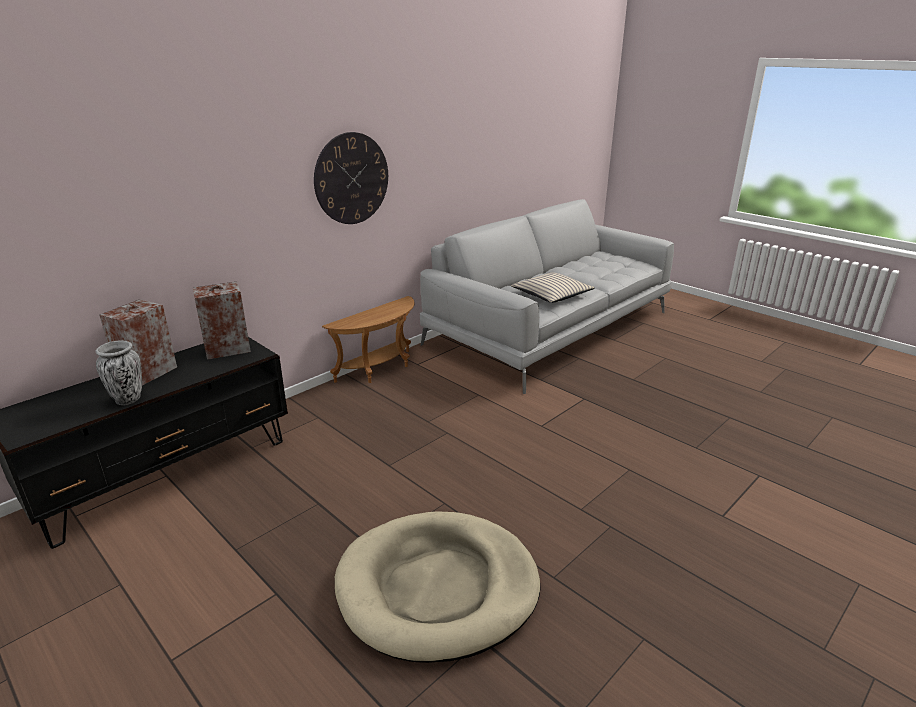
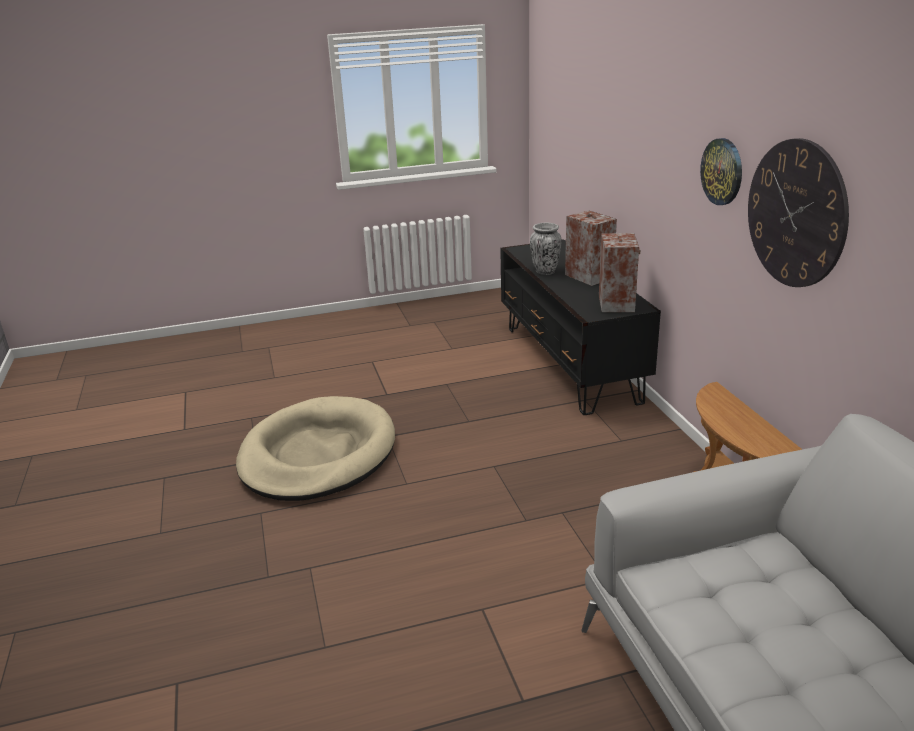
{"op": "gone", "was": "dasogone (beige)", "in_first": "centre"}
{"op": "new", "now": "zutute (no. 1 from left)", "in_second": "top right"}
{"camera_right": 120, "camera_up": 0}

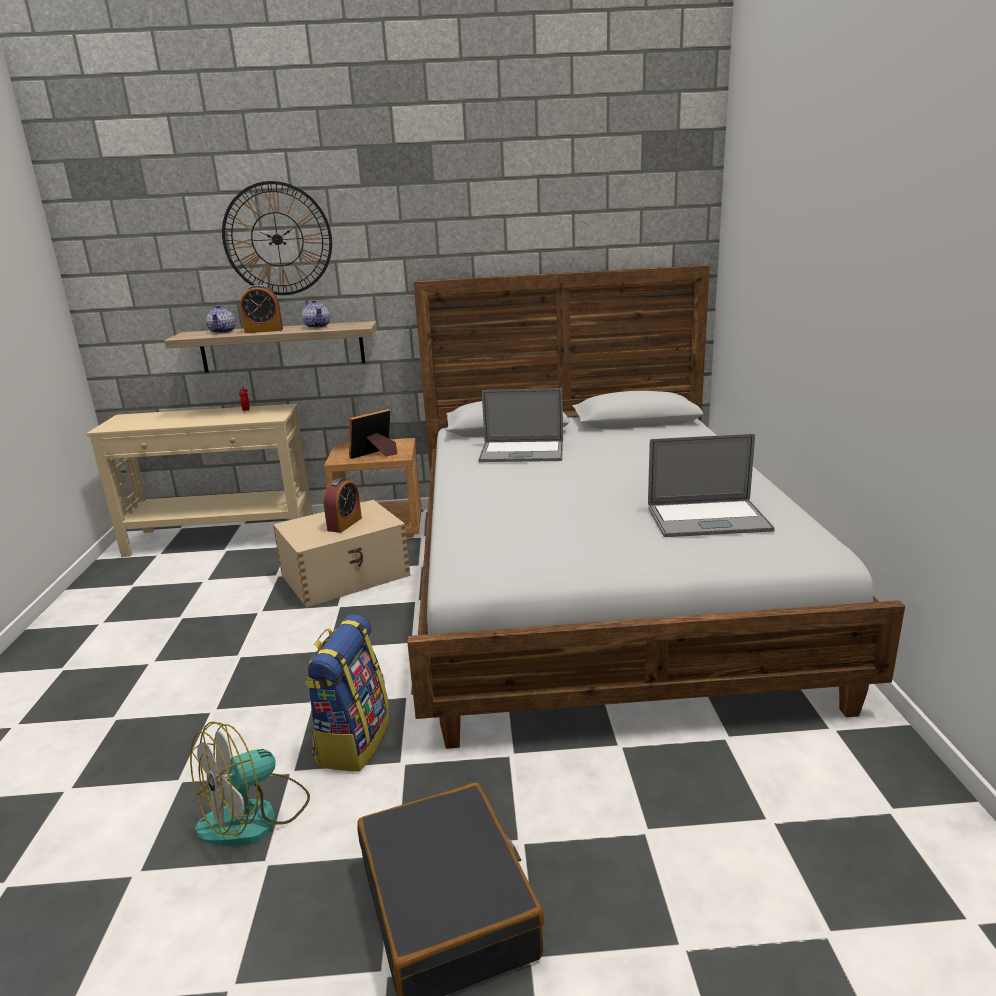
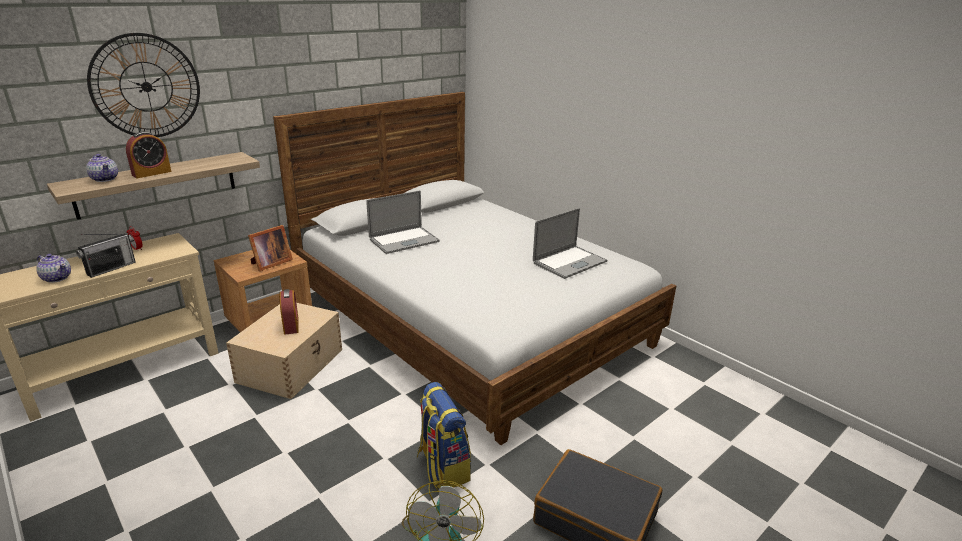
{"op": "shifted", "was": "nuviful (no. 2 from left in the first image)", "now": "nuviful (no. 1 from left)", "in_first": "top left", "in_second": "middle left"}
{"op": "rotated", "was": "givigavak", "in_first": "centre", "in_second": "middle left", "clockwise": -150}
{"op": "new", "now": "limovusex", "in_second": "middle left"}
{"camera_right": -40, "camera_up": 5}

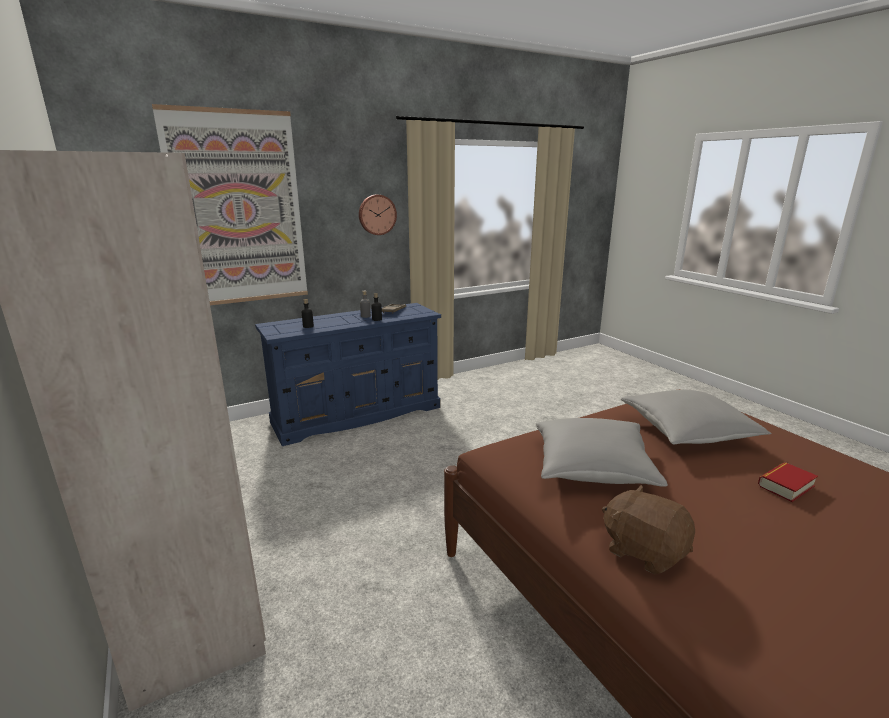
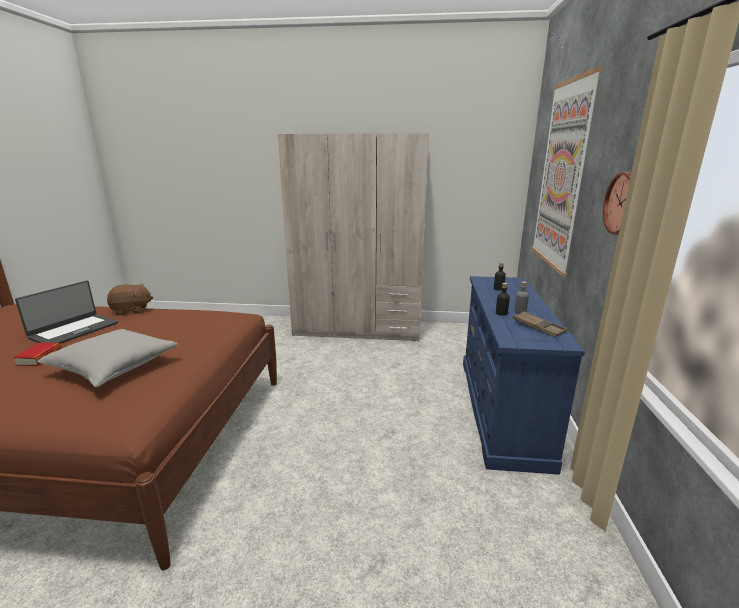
{"op": "gone", "was": "dasogone (grey) (no. 1 from left)", "in_first": "middle right"}
{"op": "new", "now": "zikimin", "in_second": "middle left"}
{"camera_right": 125, "camera_up": 0}

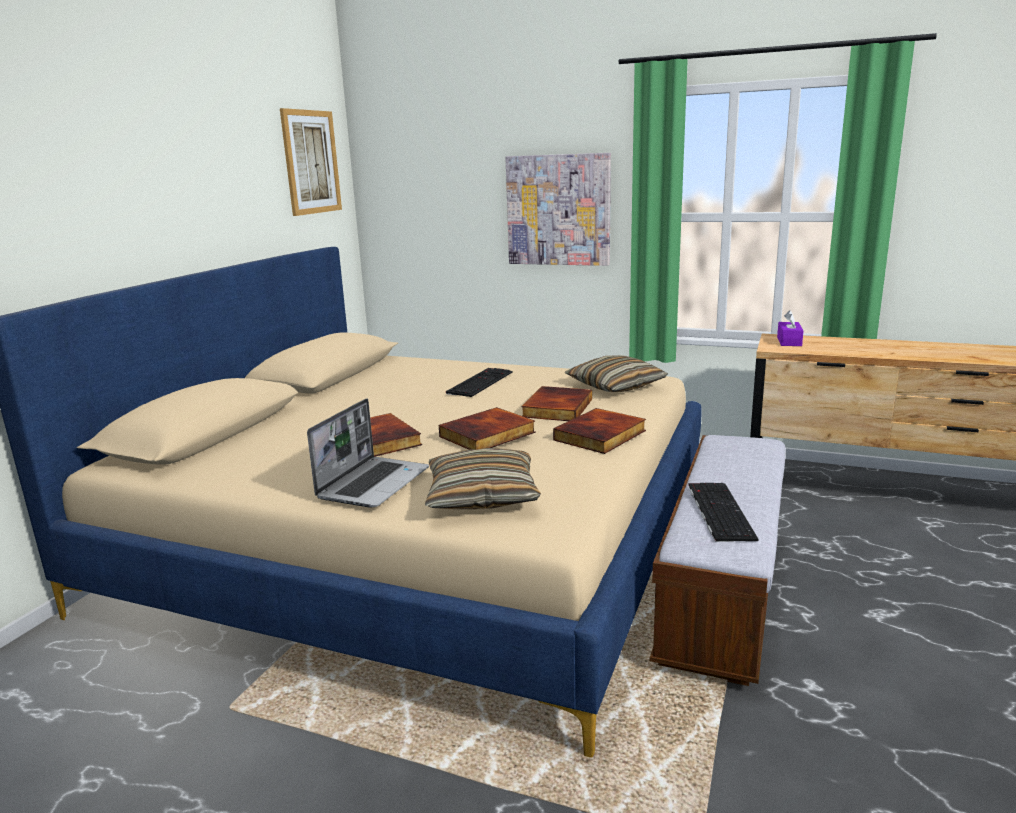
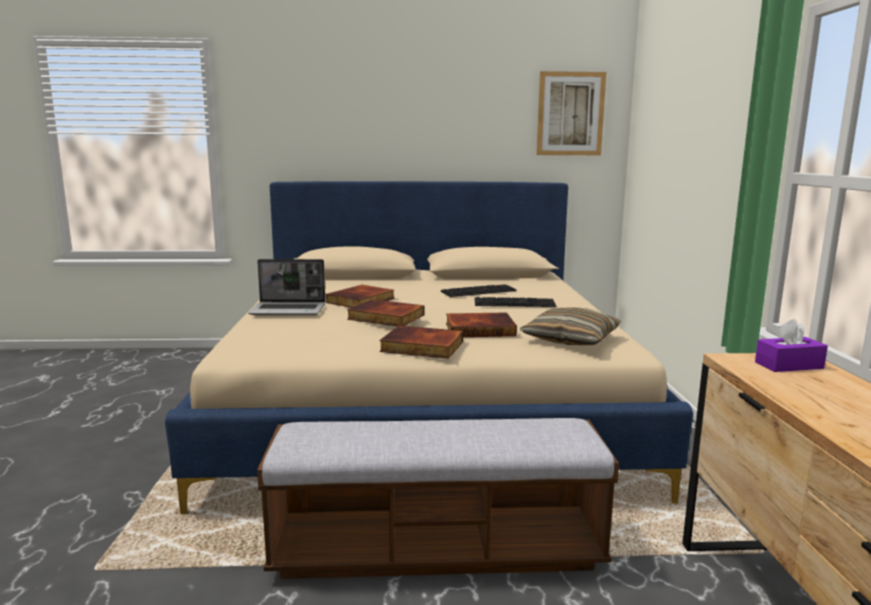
{"op": "gone", "was": "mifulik (no. 2 from left)", "in_first": "top centre"}
{"op": "gone", "was": "dasogone (no. 1 from left)", "in_first": "centre"}
{"op": "shifted", "was": "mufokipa (no. 2 from left in the first image)", "now": "mufokipa (no. 1 from left)", "in_first": "middle right", "in_second": "centre"}
{"camera_right": 65, "camera_up": -5}

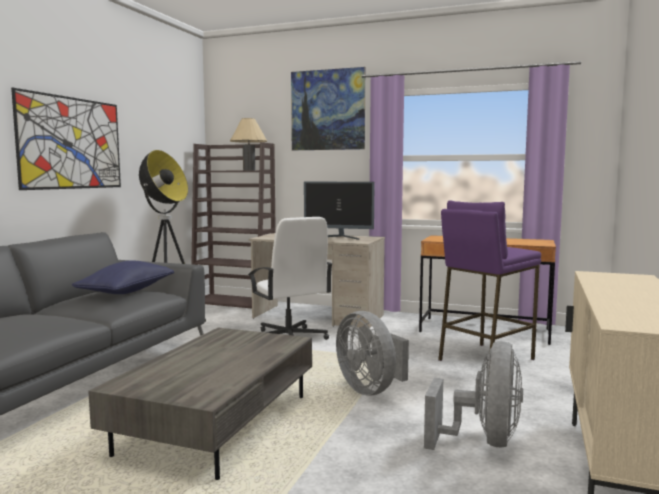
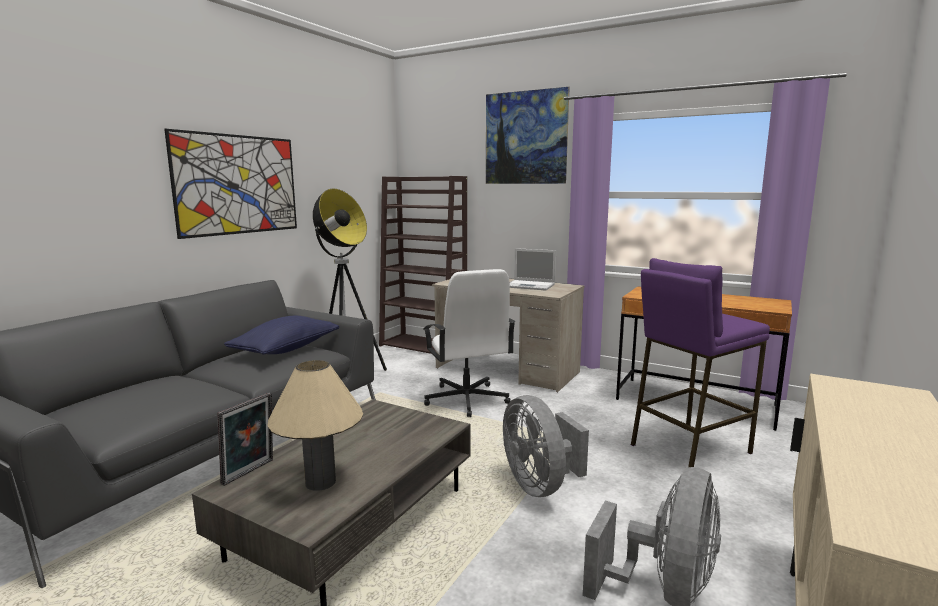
{"op": "shifted", "was": "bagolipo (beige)", "in_first": "top centre", "in_second": "bottom centre"}
{"op": "swapped", "was": "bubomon", "now": "zikimin", "in_first": "centre", "in_second": "centre"}
{"op": "new", "now": "givigavak", "in_second": "bottom left"}
{"camera_right": 10, "camera_up": 5}

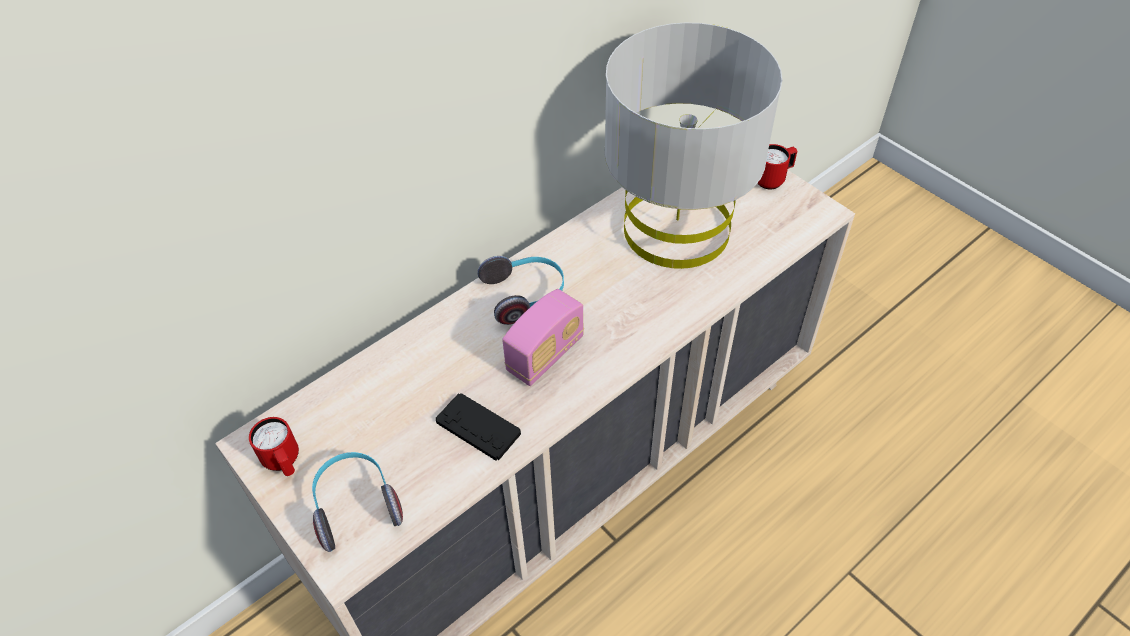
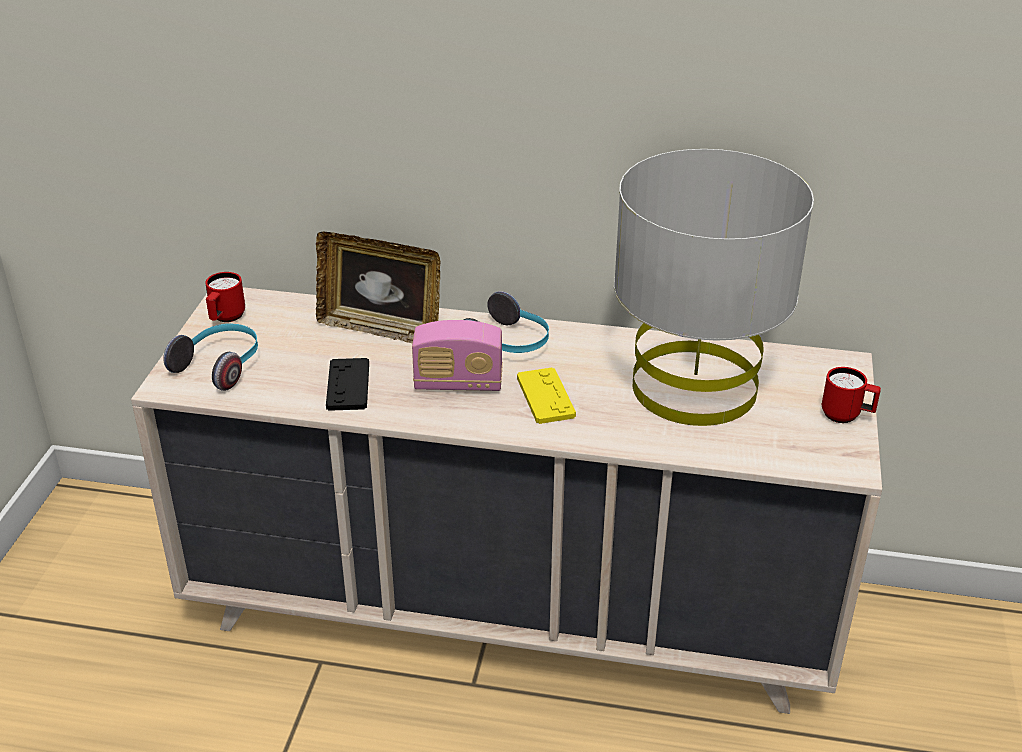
{"op": "new", "now": "givigavak", "in_second": "centre"}
{"op": "new", "now": "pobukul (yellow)", "in_second": "centre"}
{"camera_right": 50, "camera_up": -15}

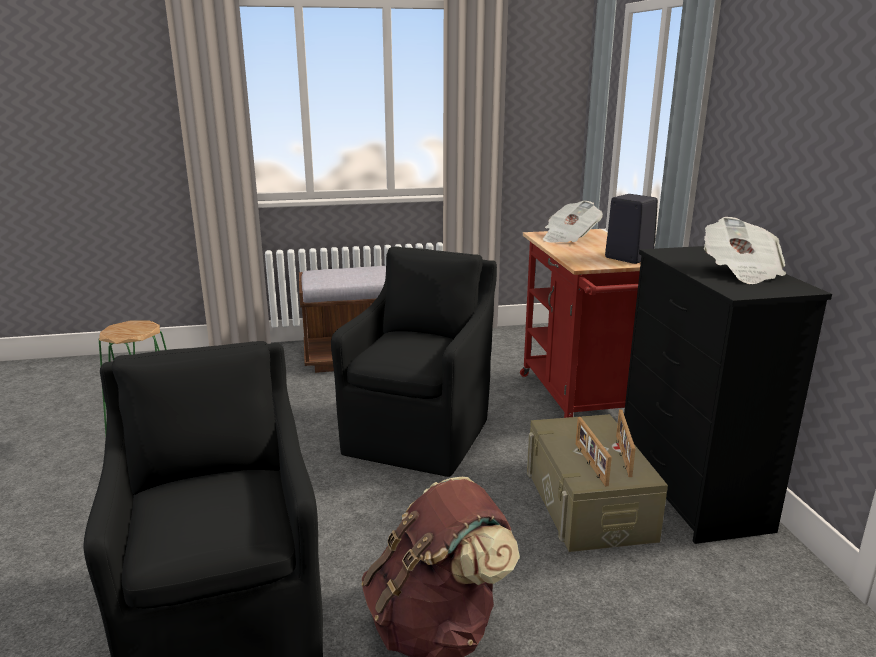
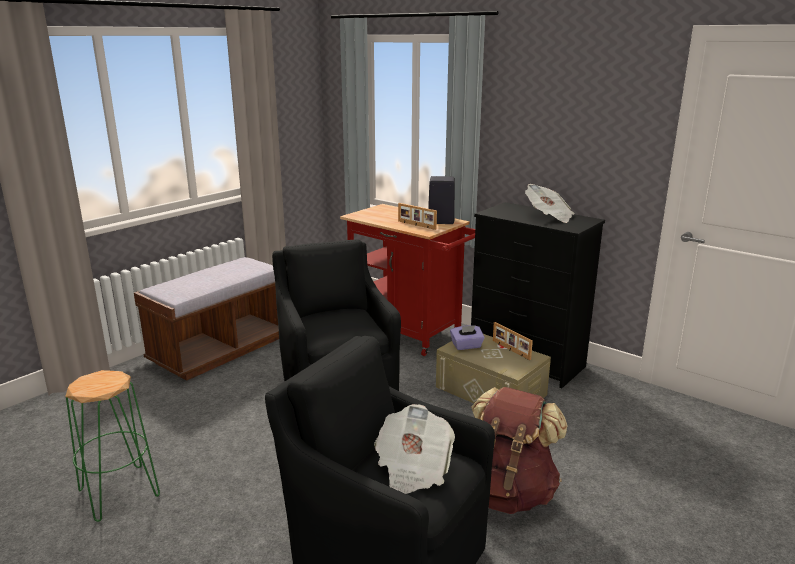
{"op": "shifted", "was": "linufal (no. 1 from left)", "in_first": "centre", "in_second": "bottom centre"}
{"op": "shifted", "was": "givigavak (no. 1 from left)", "in_first": "bottom right", "in_second": "centre"}
{"op": "new", "now": "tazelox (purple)", "in_second": "centre"}
{"camera_right": -40, "camera_up": 0}

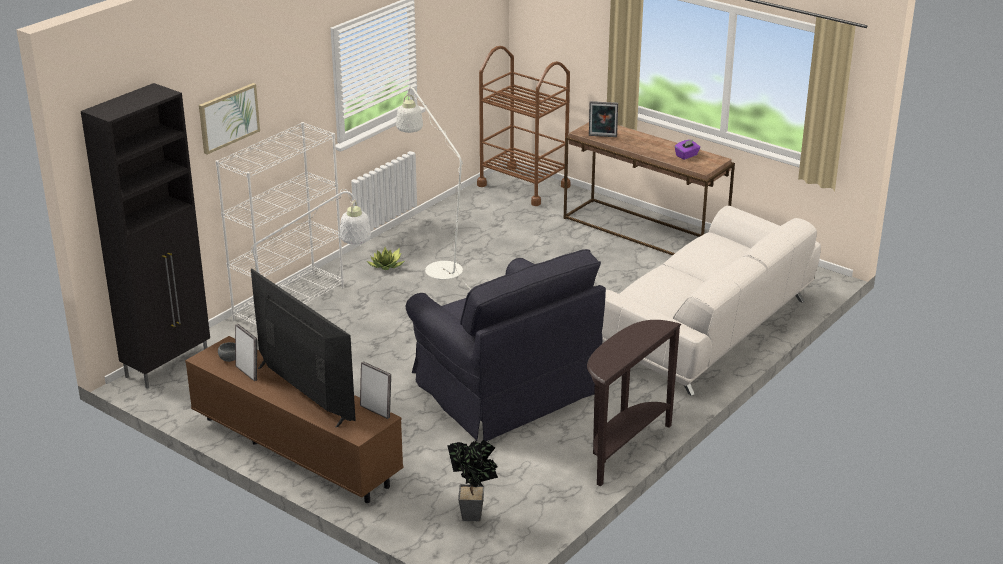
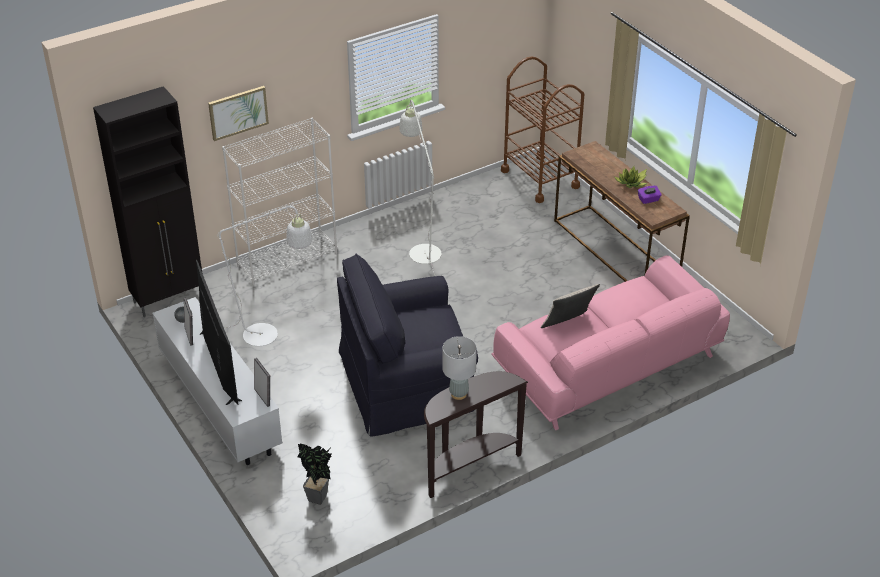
{"op": "gone", "was": "givigavak (no. 3 from left)", "in_first": "top centre"}
{"op": "repainted", "was": "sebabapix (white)", "now": "sebabapix (pink)", "in_first": "middle right", "in_second": "middle right"}
{"op": "shifted", "was": "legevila (no. 1 from left in the first image)", "now": "legevila (no. 2 from left)", "in_first": "centre", "in_second": "top right"}
{"op": "rotated", "was": "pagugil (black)", "in_first": "centre", "in_second": "centre", "clockwise": 90}
{"op": "repainted", "was": "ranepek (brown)", "now": "ranepek (white)", "in_first": "bottom left", "in_second": "middle left"}
{"op": "new", "now": "dasogone (beige)", "in_second": "centre"}
{"op": "new", "now": "bagolipo (grey)", "in_second": "centre"}
{"camera_right": 20, "camera_up": 10}

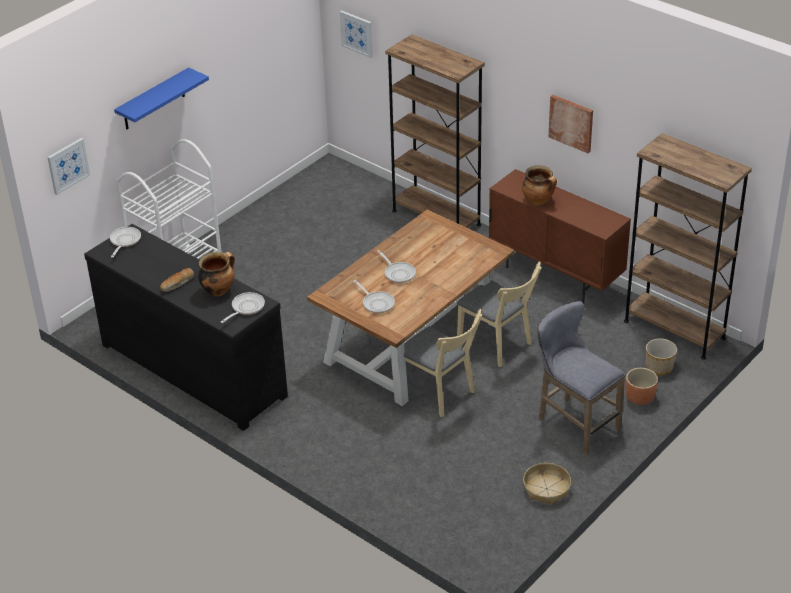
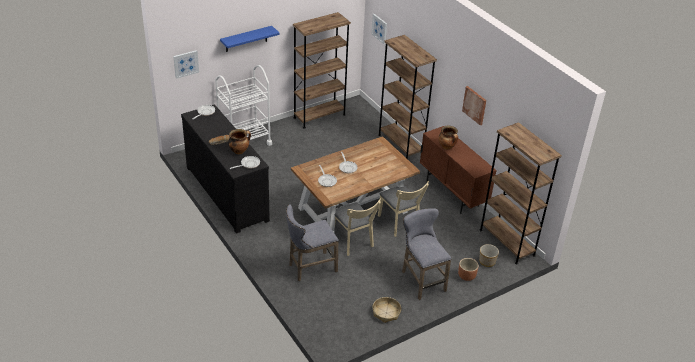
{"op": "new", "now": "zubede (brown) (no. 1 from left)", "in_second": "top centre"}
{"op": "new", "now": "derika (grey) (no. 1 from left)", "in_second": "bottom centre"}
{"camera_right": 15, "camera_up": 0}

